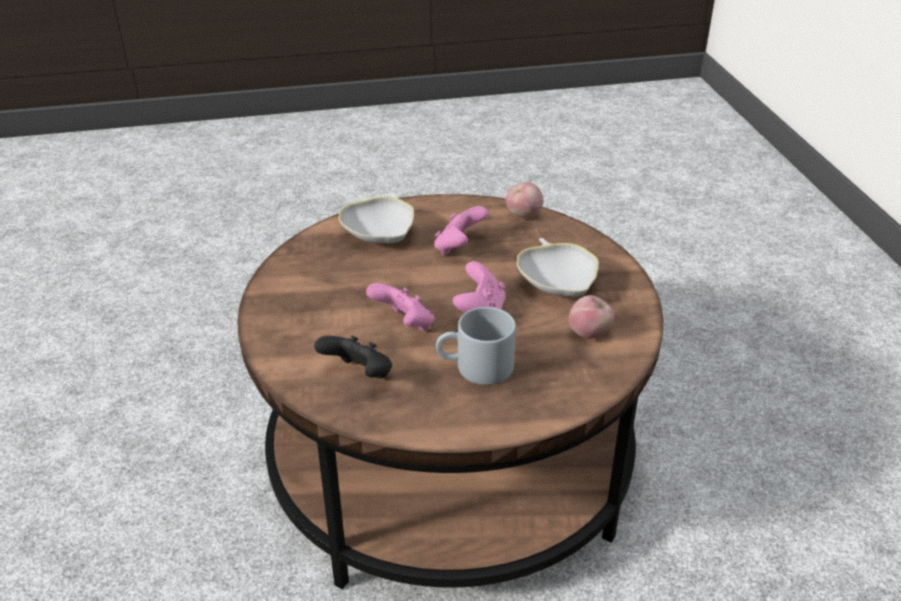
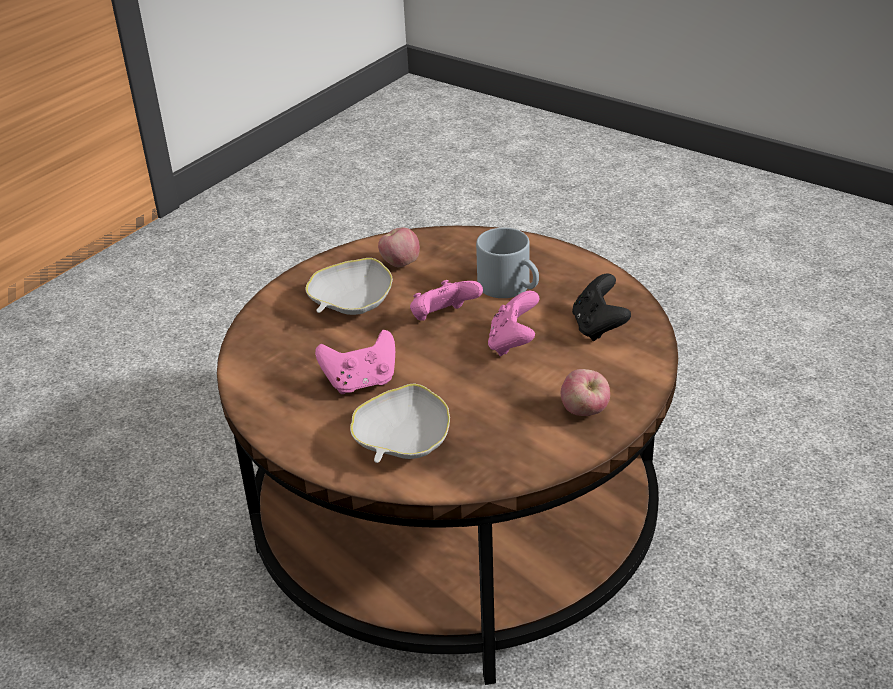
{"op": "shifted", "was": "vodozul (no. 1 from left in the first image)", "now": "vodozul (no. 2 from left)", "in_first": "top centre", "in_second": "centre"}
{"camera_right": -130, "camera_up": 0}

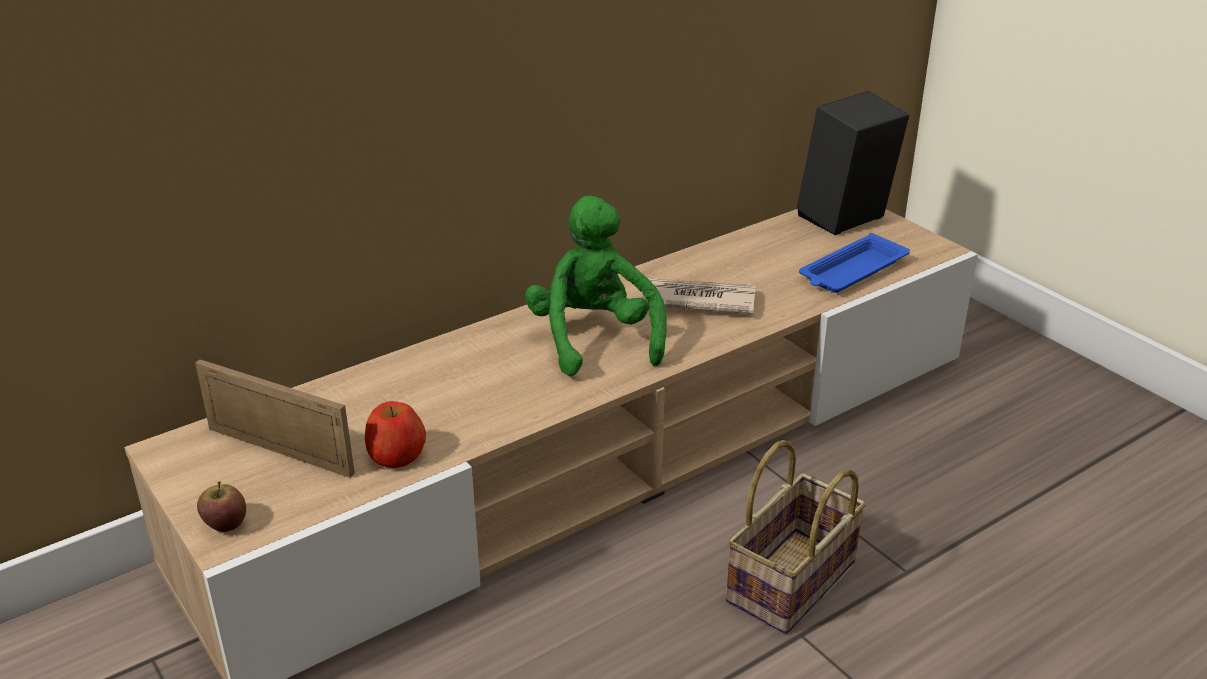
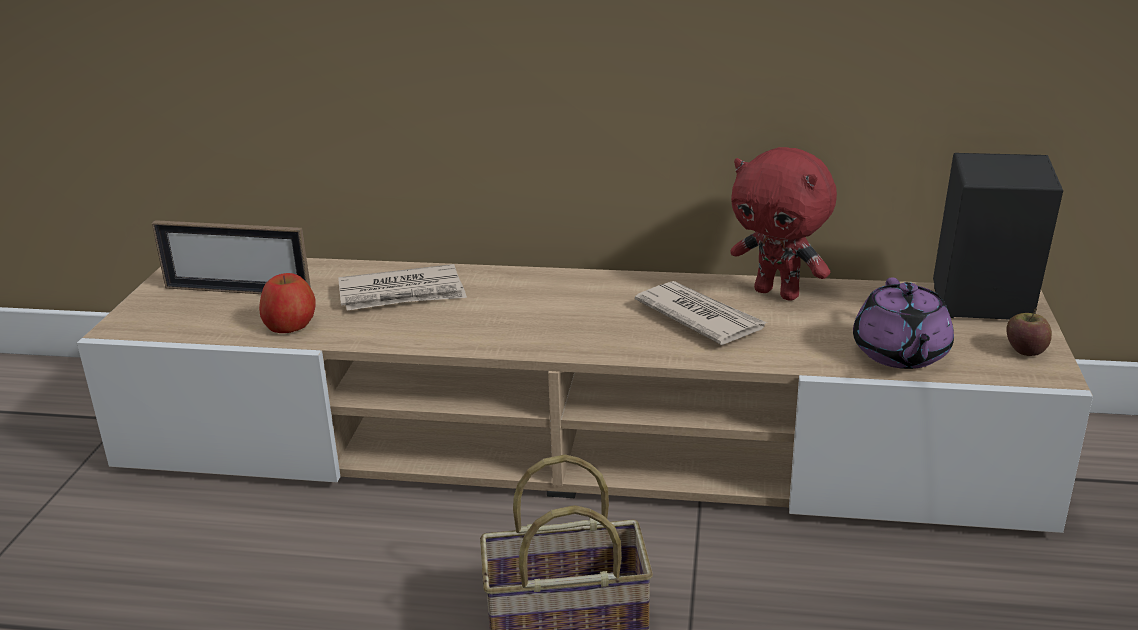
{"op": "gone", "was": "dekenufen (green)", "in_first": "centre"}
{"op": "swapped", "was": "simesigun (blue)", "now": "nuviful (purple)", "in_first": "middle right", "in_second": "middle right"}
{"op": "rotated", "was": "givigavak", "in_first": "middle left", "in_second": "middle left", "clockwise": 120}
{"op": "shifted", "was": "vodozul (no. 1 from left in the first image)", "now": "vodozul (no. 2 from left)", "in_first": "bottom left", "in_second": "middle right"}
{"op": "new", "now": "dekenufen (red)", "in_second": "middle right"}
{"op": "new", "now": "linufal (no. 1 from left)", "in_second": "centre"}
{"camera_right": 45, "camera_up": -5}

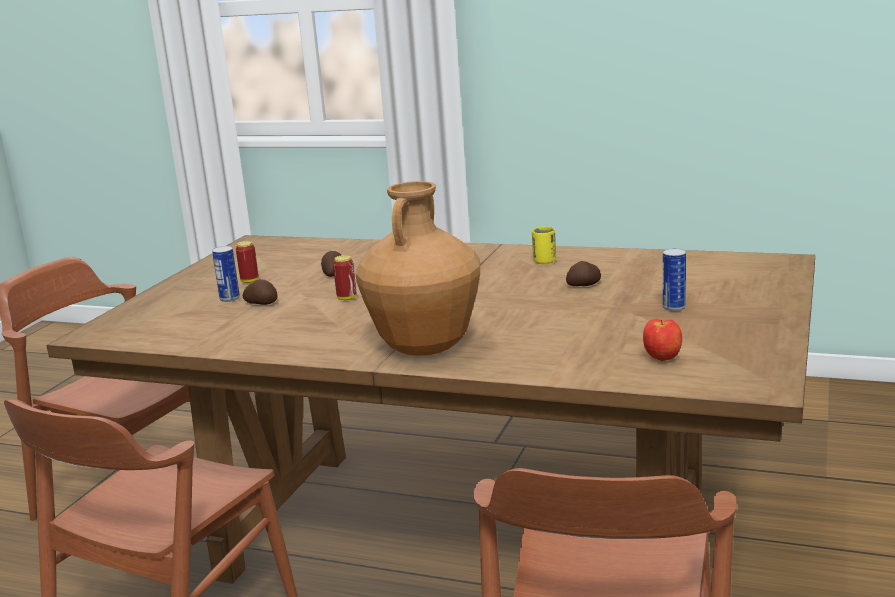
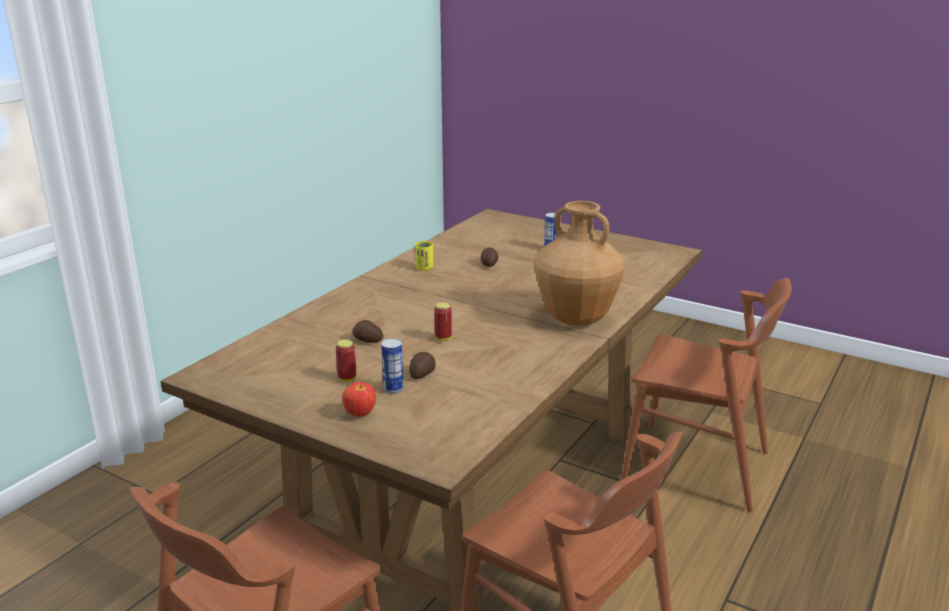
{"op": "shifted", "was": "vodozul", "in_first": "middle right", "in_second": "centre"}
{"camera_right": -80, "camera_up": 5}

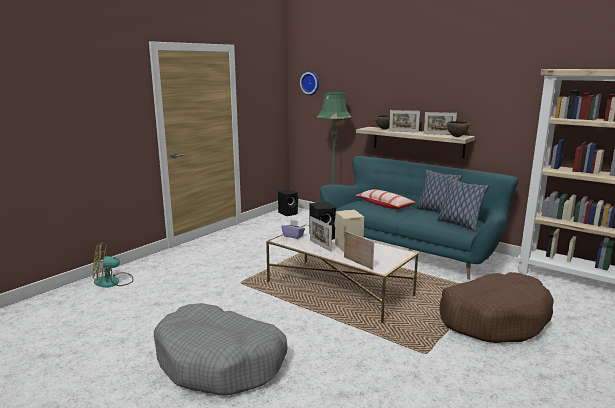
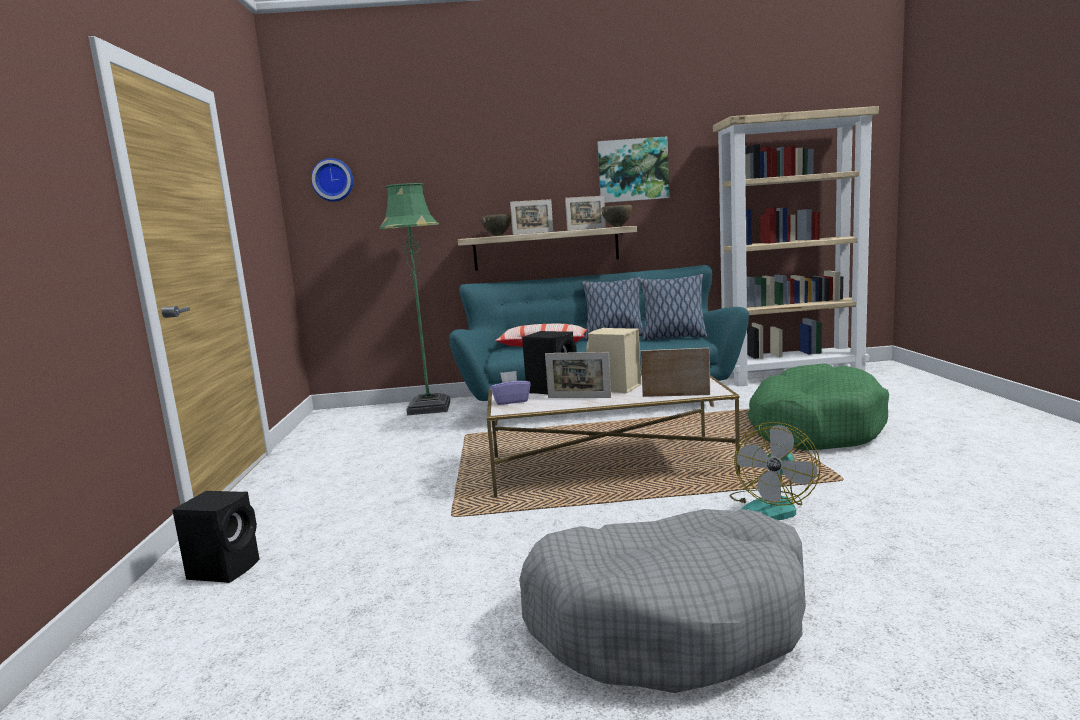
{"op": "shifted", "was": "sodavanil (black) (no. 1 from left)", "in_first": "centre", "in_second": "bottom left"}
{"op": "shifted", "was": "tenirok", "in_first": "middle left", "in_second": "middle right"}
{"op": "repainted", "was": "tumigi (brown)", "now": "tumigi (green)", "in_first": "bottom right", "in_second": "middle right"}
{"op": "new", "now": "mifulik", "in_second": "top centre"}
{"camera_right": -40, "camera_up": -5}

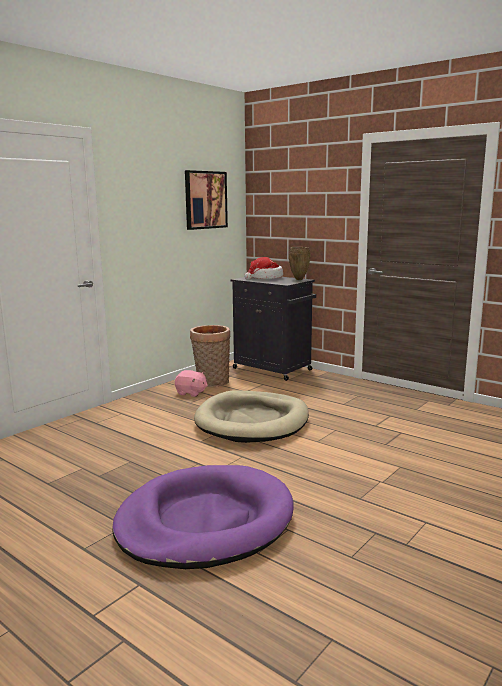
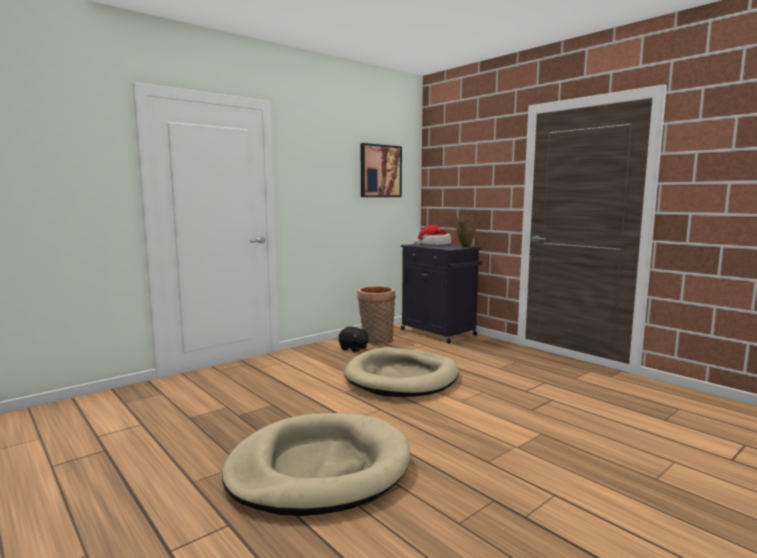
{"op": "repainted", "was": "dekenufen (pink)", "now": "dekenufen (black)", "in_first": "centre", "in_second": "centre"}
{"op": "repainted", "was": "tumigi (purple)", "now": "tumigi (beige) (no. 1 from left)", "in_first": "bottom centre", "in_second": "bottom centre"}
{"camera_right": 10, "camera_up": -5}

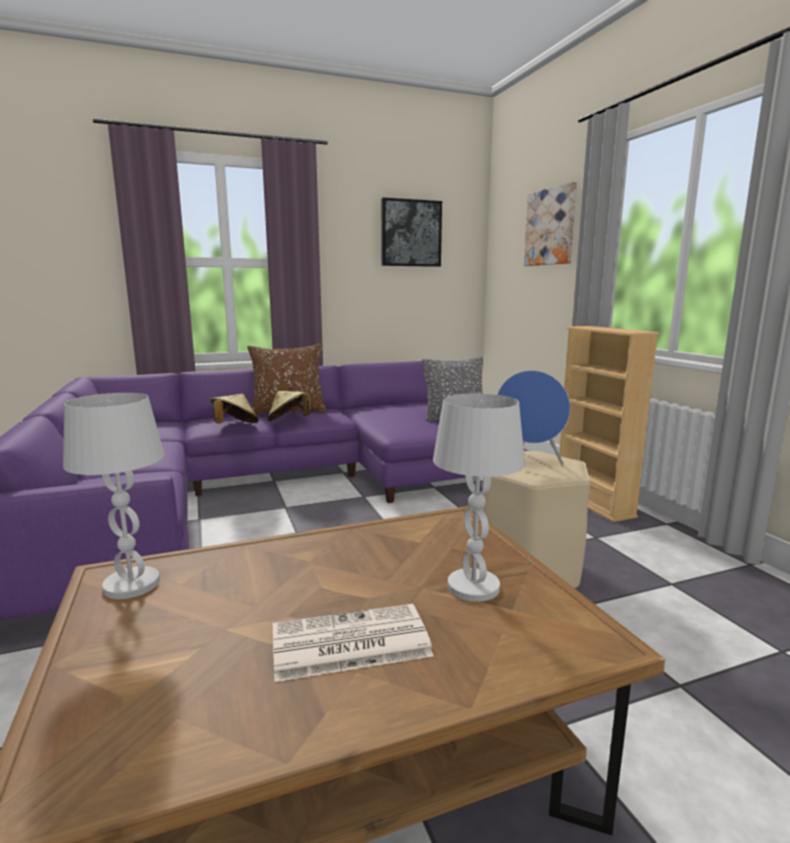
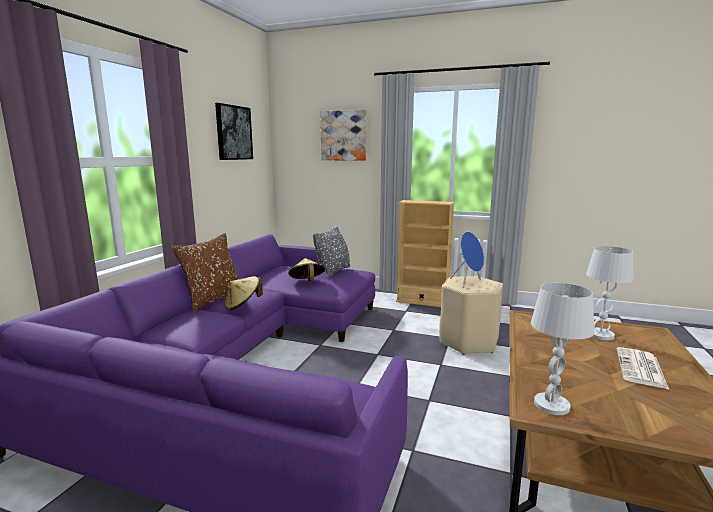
{"op": "shifted", "was": "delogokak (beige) (no. 1 from left in the first image)", "now": "delogokak (beige) (no. 2 from left)", "in_first": "middle left", "in_second": "centre"}
{"camera_right": -50, "camera_up": 0}

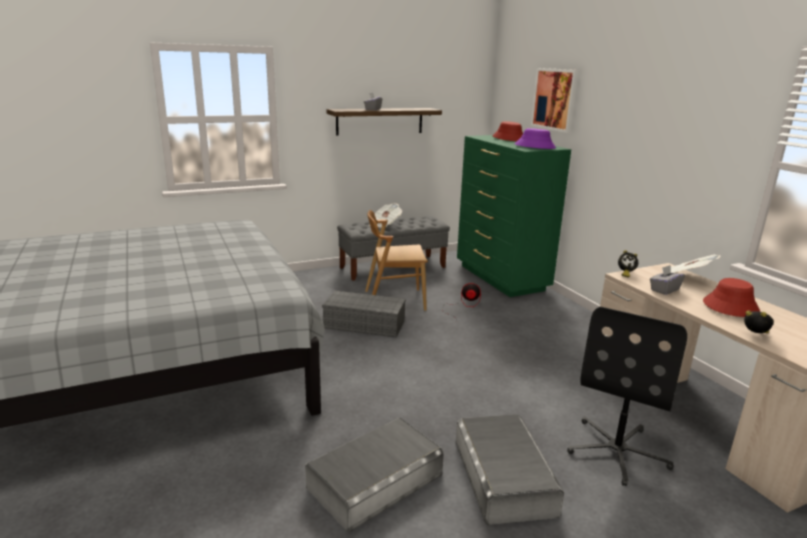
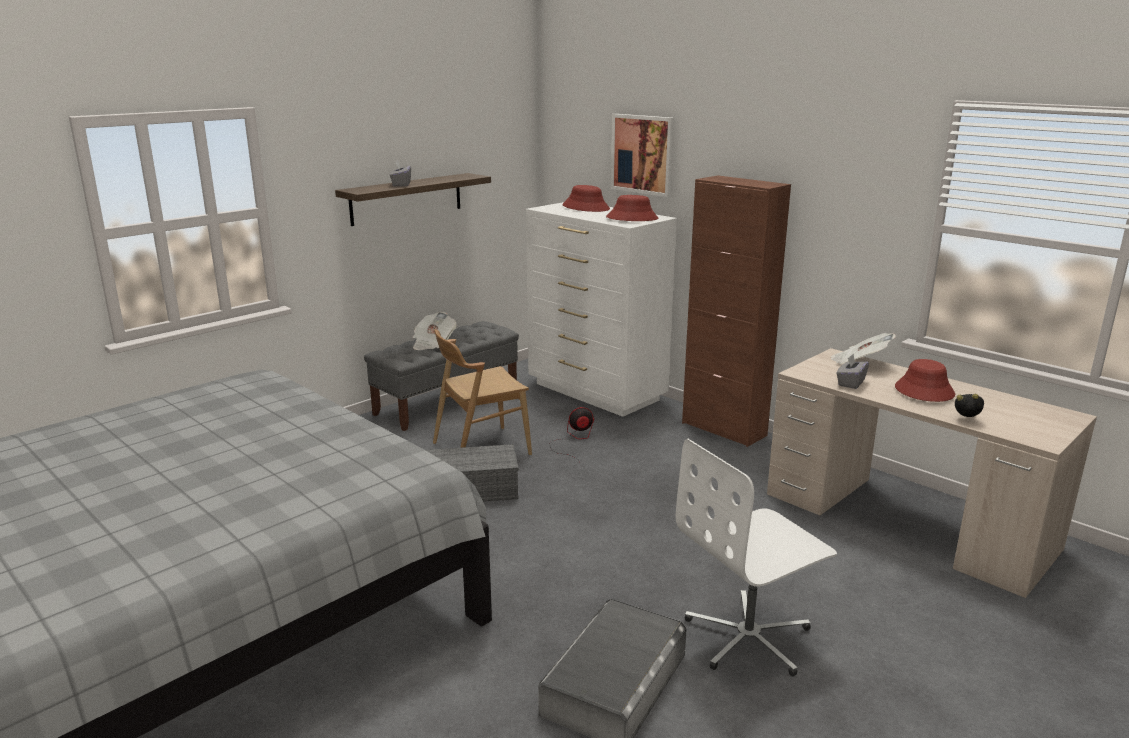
{"op": "repainted", "was": "delogokak (purple)", "now": "delogokak (red) (no. 2 from left)", "in_first": "top centre", "in_second": "top centre"}
{"op": "repainted", "was": "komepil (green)", "now": "komepil (white)", "in_first": "centre", "in_second": "centre"}
{"op": "gone", "was": "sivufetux (no. 1 from left)", "in_first": "middle right"}
{"op": "gone", "was": "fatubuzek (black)", "in_first": "bottom right"}
{"op": "swapped", "was": "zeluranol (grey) (no. 3 from left)", "now": "fatubuzek (white)", "in_first": "bottom centre", "in_second": "bottom right"}
{"op": "new", "now": "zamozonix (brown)", "in_second": "centre"}
{"camera_right": -20, "camera_up": 0}

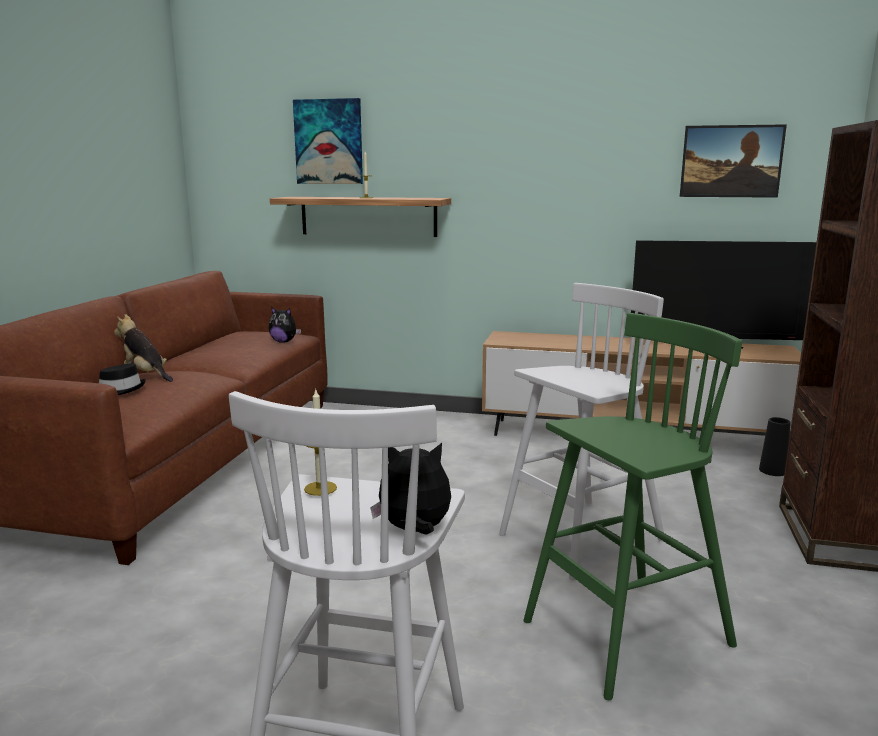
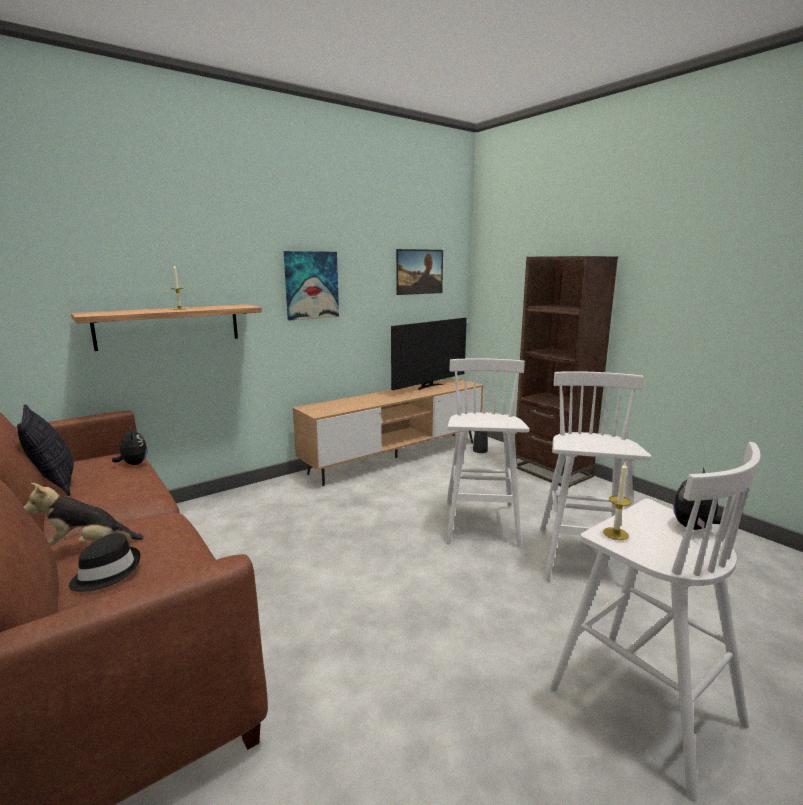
{"op": "shifted", "was": "mifulik (no. 1 from left)", "in_first": "top centre", "in_second": "centre"}
{"op": "rotated", "was": "dekenufen (no. 2 from left)", "in_first": "middle left", "in_second": "middle left", "clockwise": -90}
{"op": "repainted", "was": "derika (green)", "now": "derika (white) (no. 2 from left)", "in_first": "bottom right", "in_second": "middle right"}
{"op": "new", "now": "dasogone", "in_second": "middle left"}
{"camera_right": -50, "camera_up": 0}

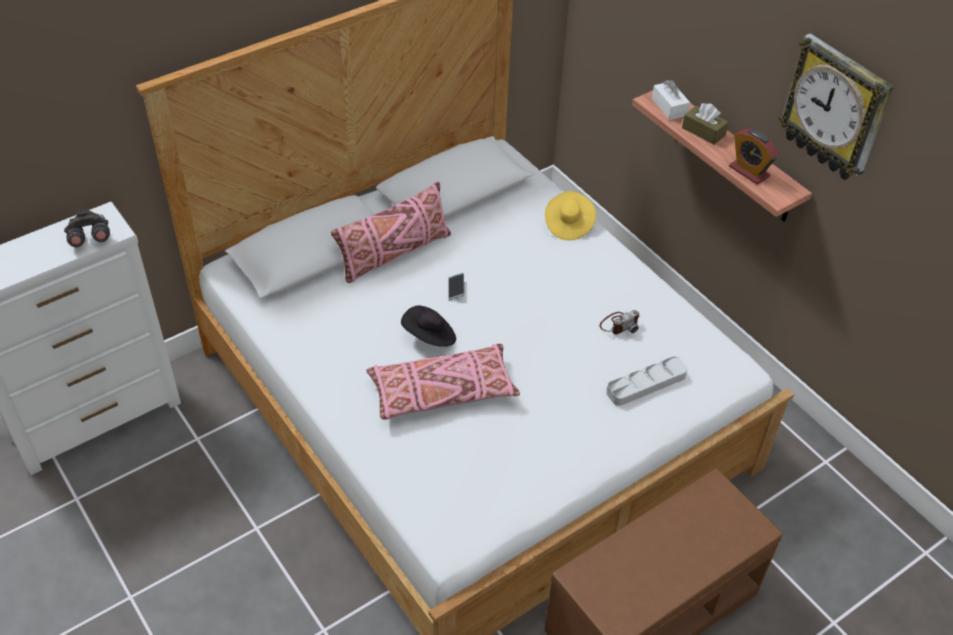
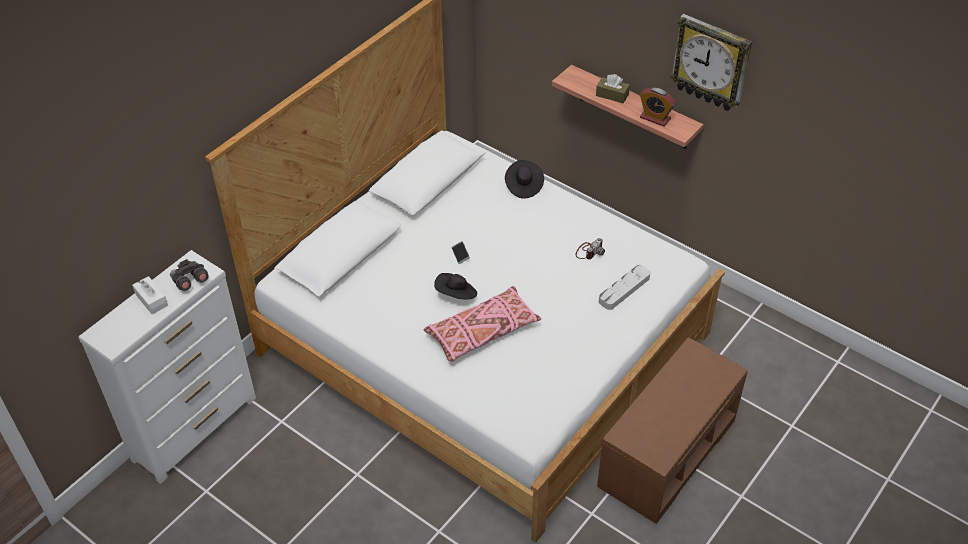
{"op": "shifted", "was": "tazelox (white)", "in_first": "top right", "in_second": "middle left"}
{"op": "gone", "was": "dasogone (pink) (no. 1 from left)", "in_first": "centre"}
{"op": "repainted", "was": "delogokak (yellow)", "now": "delogokak (black) (no. 2 from left)", "in_first": "centre", "in_second": "top centre"}
{"camera_right": -15, "camera_up": 0}

